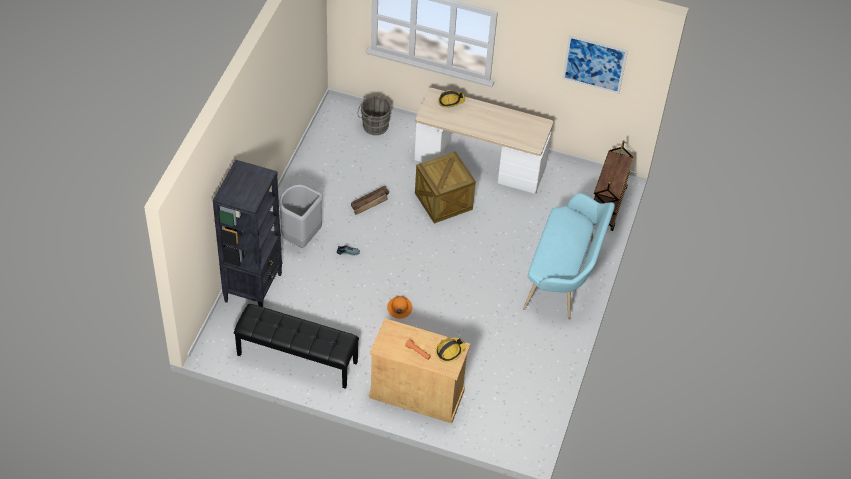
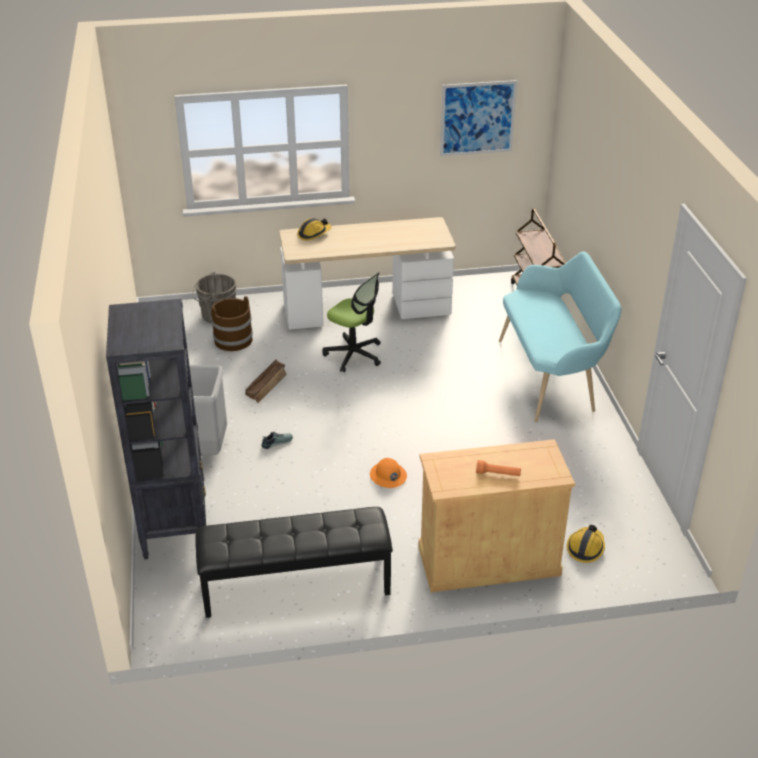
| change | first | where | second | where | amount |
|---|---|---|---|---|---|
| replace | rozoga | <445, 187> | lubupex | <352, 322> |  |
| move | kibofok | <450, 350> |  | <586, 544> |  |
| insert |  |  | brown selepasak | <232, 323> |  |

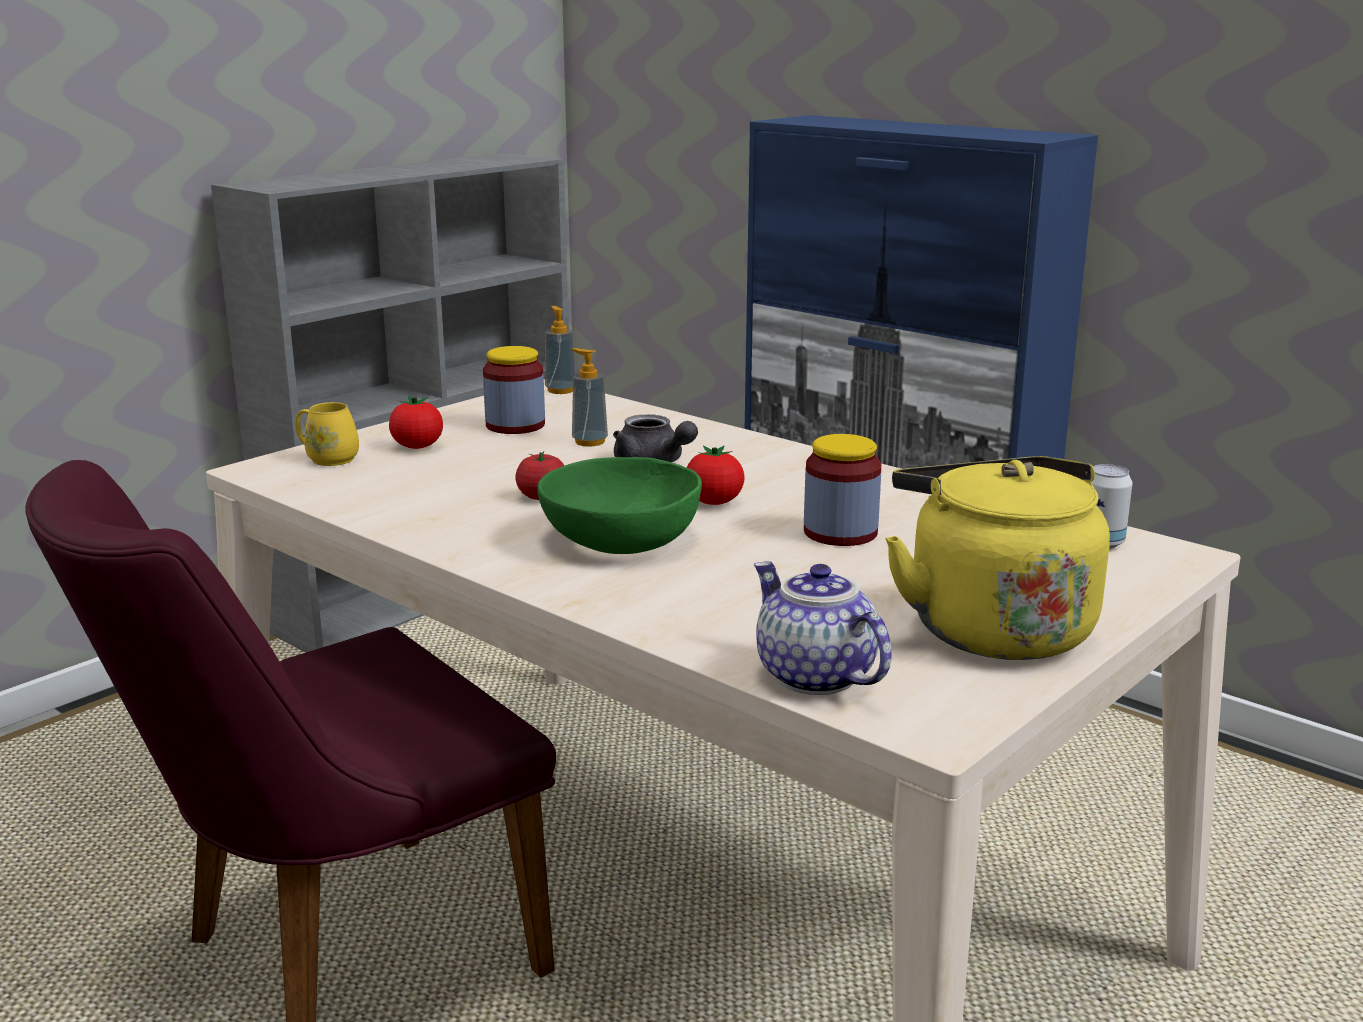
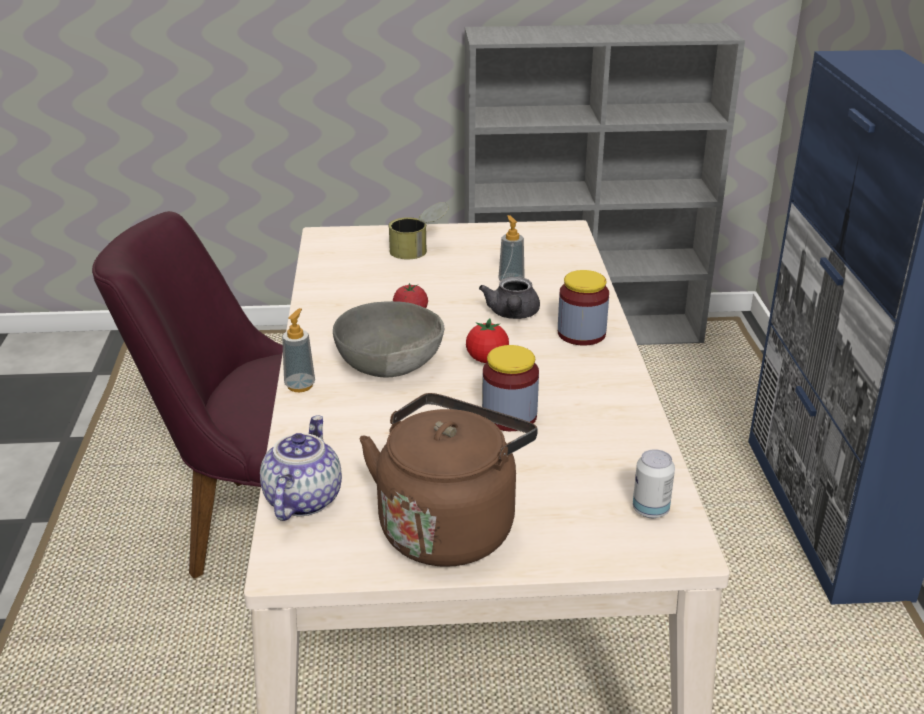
| change | first | where | second | where | amount |
|---|---|---|---|---|---|
| move | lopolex | <560, 350> |  | <298, 350> |  |
| move | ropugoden | <514, 390> |  | <583, 308> |  |
| replace | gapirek | <416, 422> | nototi | <418, 230> |  |
| delete | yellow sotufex | <327, 434> |  |  |  |
| recolor | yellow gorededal | <997, 558> | brown gorededal | <448, 480> |  |
| recolor | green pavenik | <619, 505> | grey pavenik | <388, 339> |  |

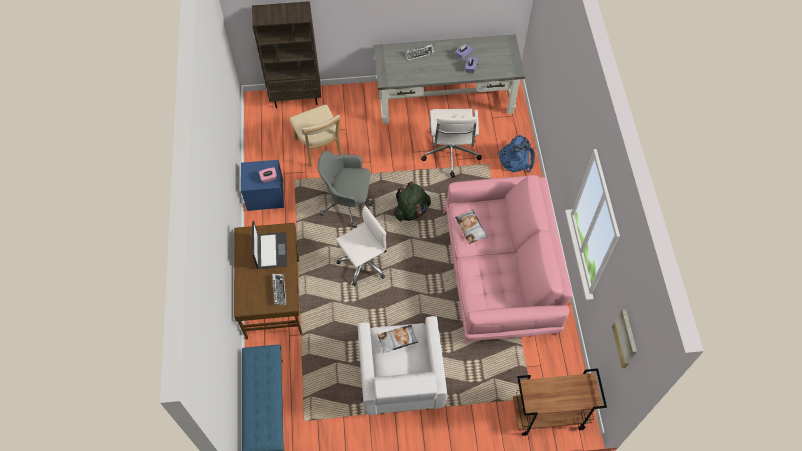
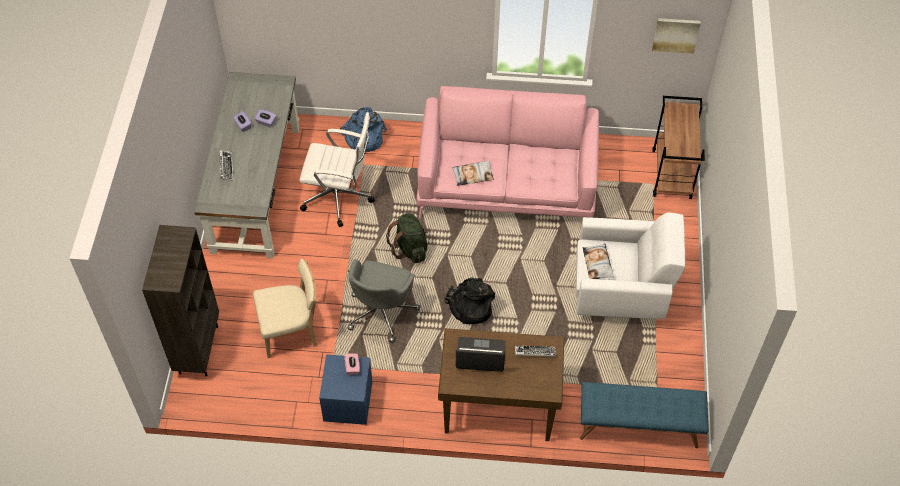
| change | first | where | second | where | amount |
|---|---|---|---|---|---|
| replace | white lubupex | <361, 246> | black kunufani | <469, 301> |  |

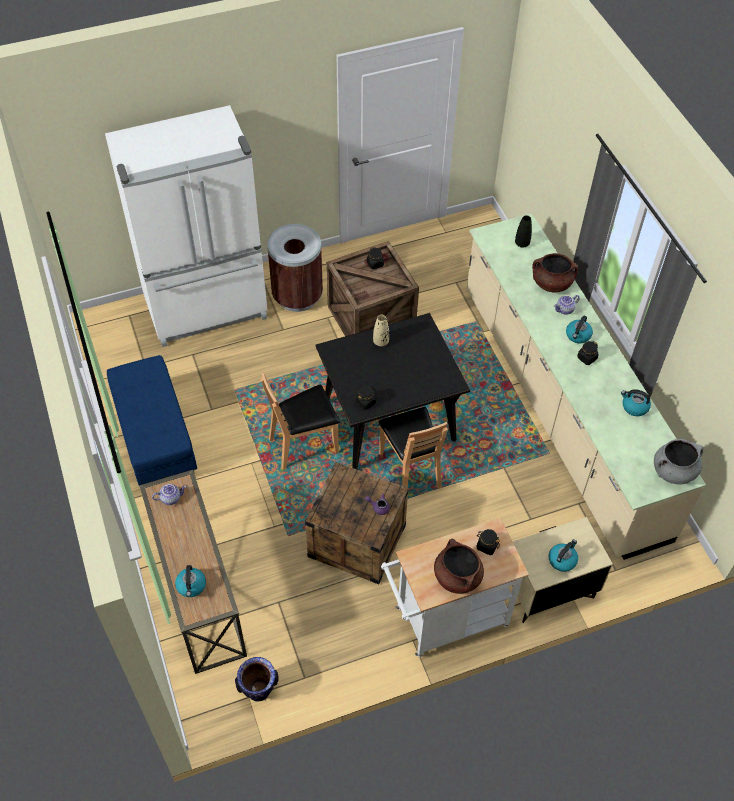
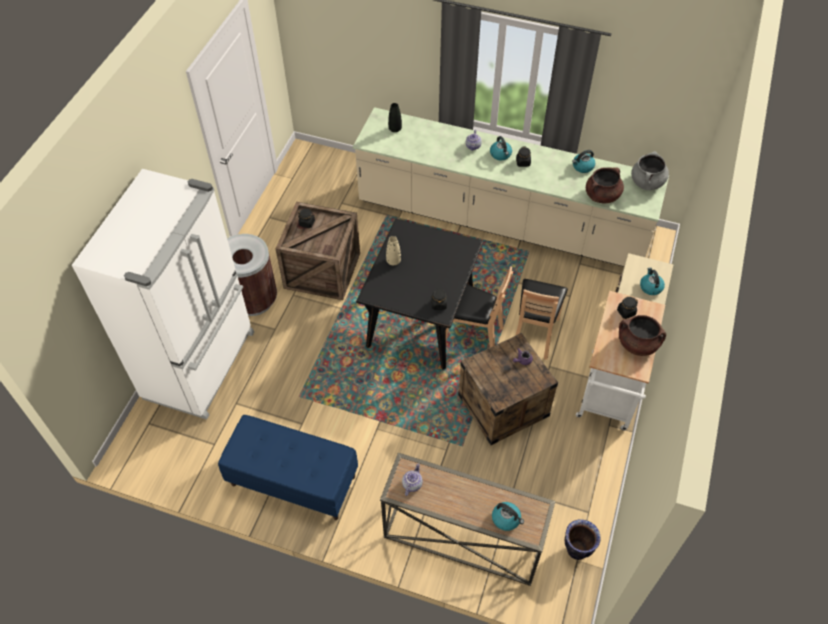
| change | first | where | second | where | amount |
|---|---|---|---|---|---|
| move | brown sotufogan | <555, 273> |  | <605, 185> |  |
| move | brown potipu | <300, 421> |  | <541, 319> |  |

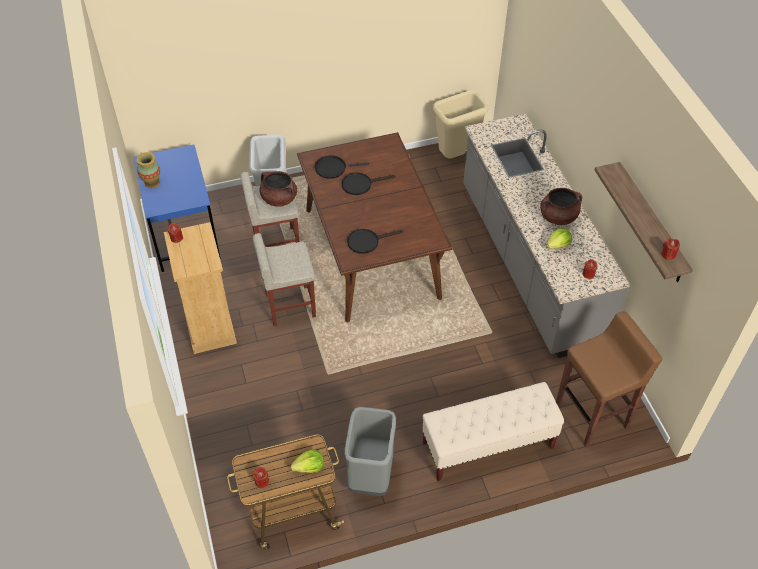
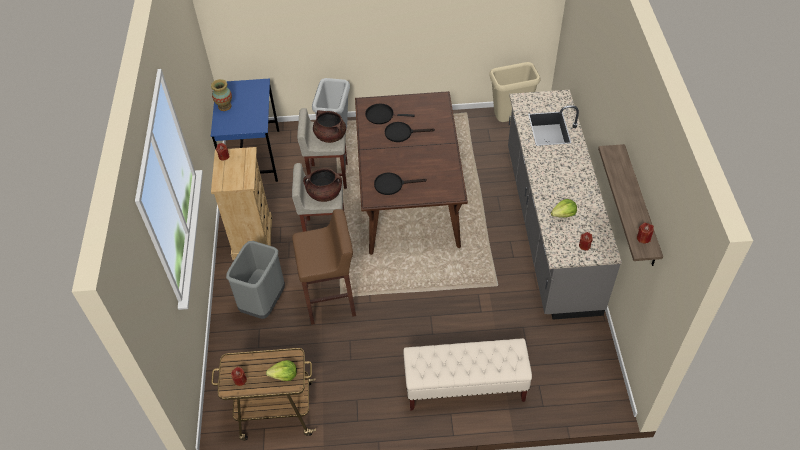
| change | first | where | second | where | amount |
|---|---|---|---|---|---|
| move | brown sotufogan | <561, 206> |  | <322, 185> |  |
| move | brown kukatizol | <609, 379> |  | <324, 267> |  |
| move | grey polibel | <370, 451> |  | <255, 280> |  |

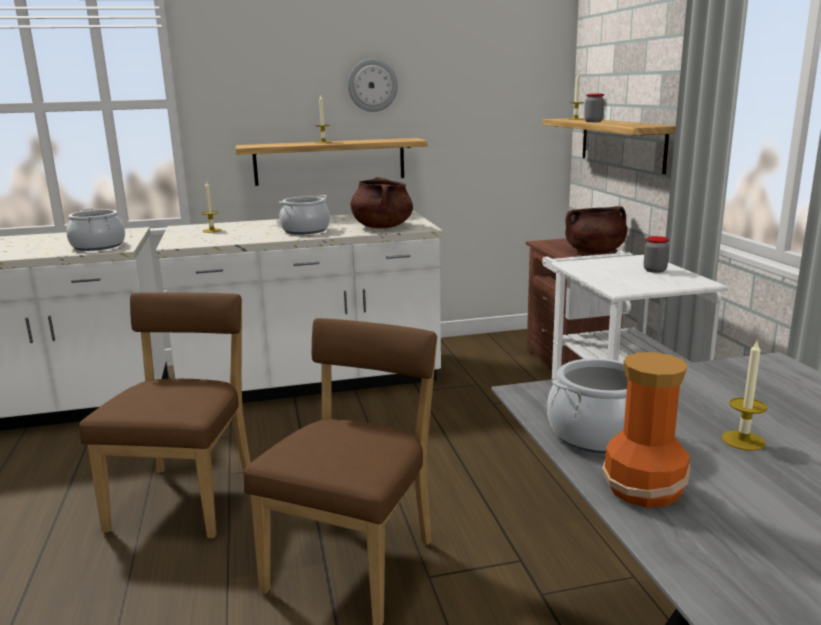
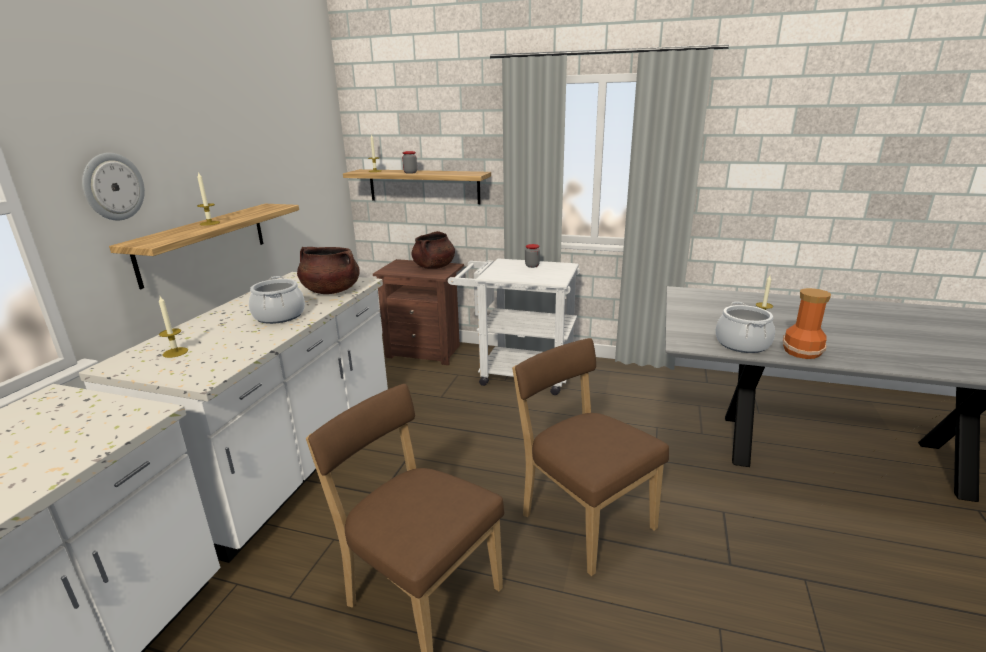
| change | first | where | second | where | amount |
|---|---|---|---|---|---|
| move | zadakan | <373, 85> |  | <113, 186> |  |
| delete | sotufogan | <95, 229> |  |  |  |

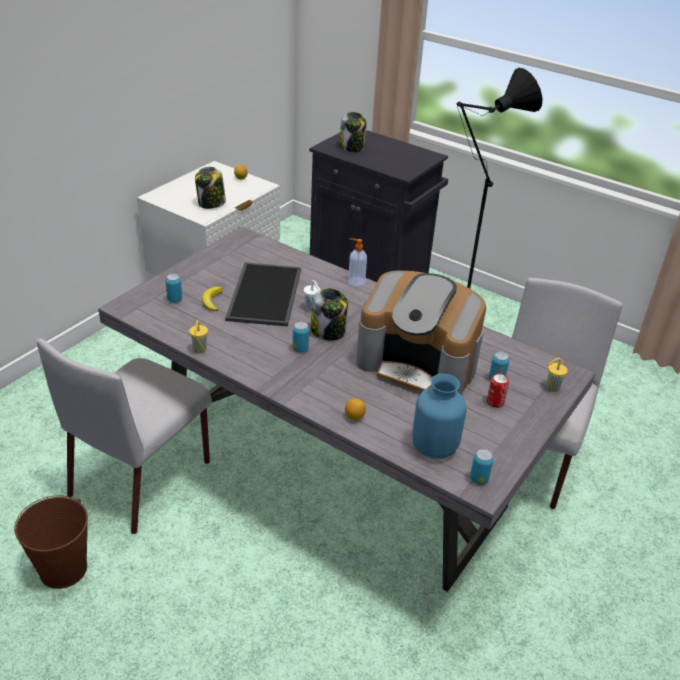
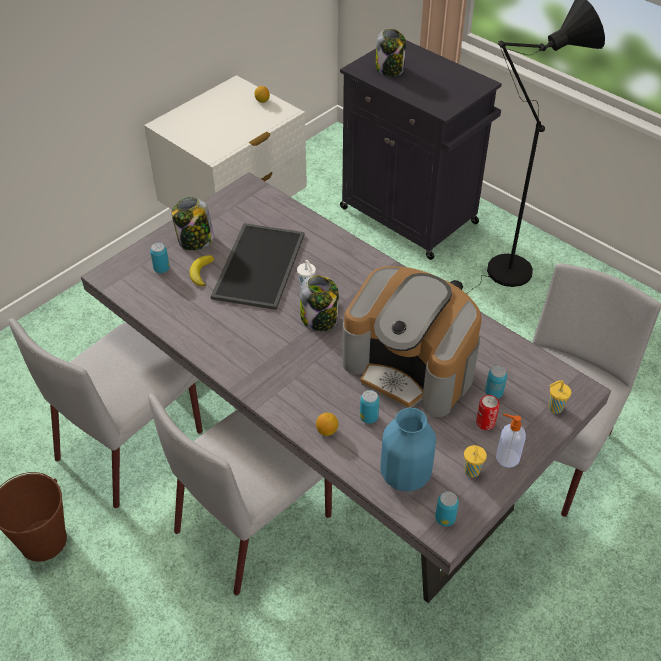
| change | first | where | second | where | amount |
|---|---|---|---|---|---|
| move | ropugoden | <210, 188> |  | <193, 224> |  |
| move | lopolex | <357, 262> |  | <511, 441> |  |
| move | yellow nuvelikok | <198, 336> |  | <475, 461> |  |
| move | nototi | <301, 337> |  | <369, 407> |  |
| insert |  |  | grey potipu | <240, 494> |  |

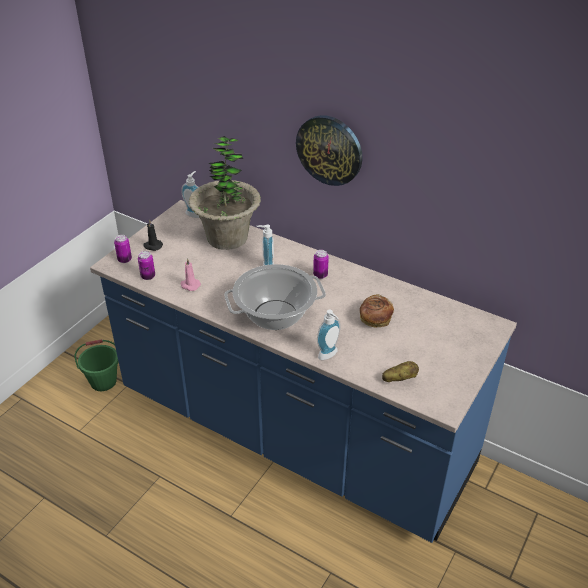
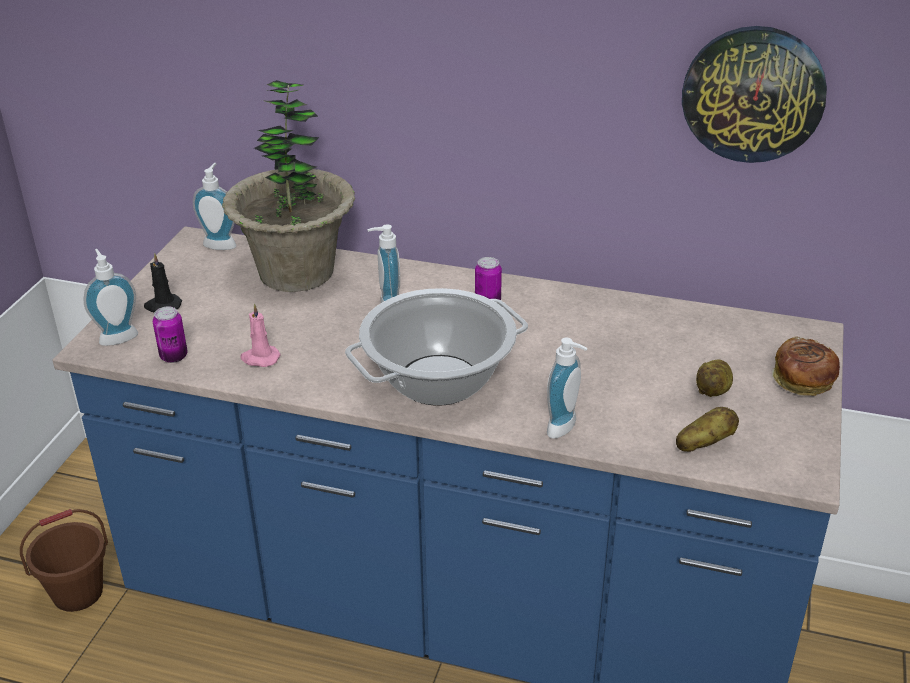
| change | first | where | second | where | amount |
|---|---|---|---|---|---|
| move | zadakan | <329, 150> |  | <754, 94> |  |
| replace | nototi | <123, 249> | lopolex | <111, 297> |  |
| move | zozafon | <377, 311> |  | <806, 366> |  |
| recolor | green selepasak | <96, 365> | brown selepasak | <64, 560> |  |
| insert |  |  | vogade | <714, 378> |  |

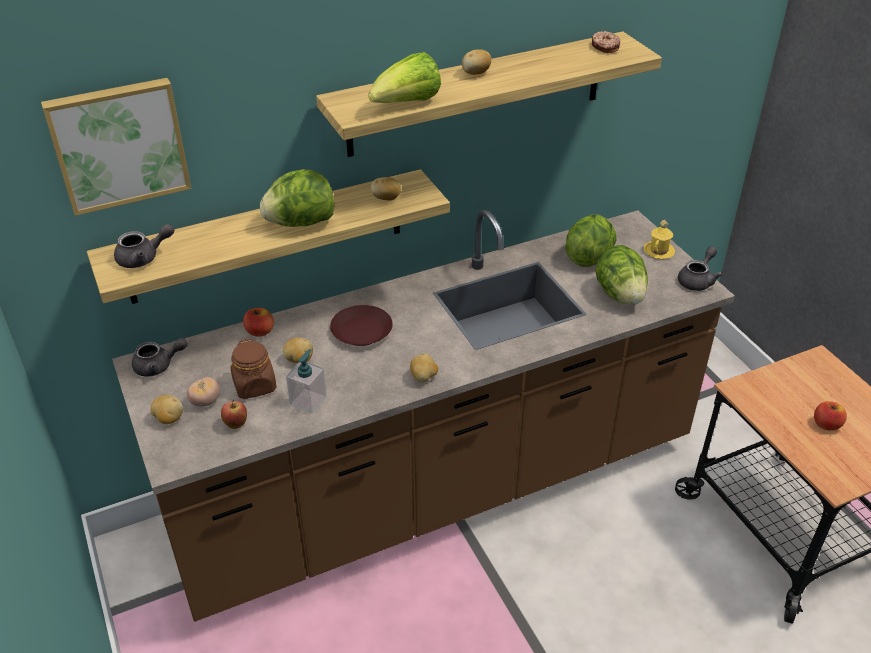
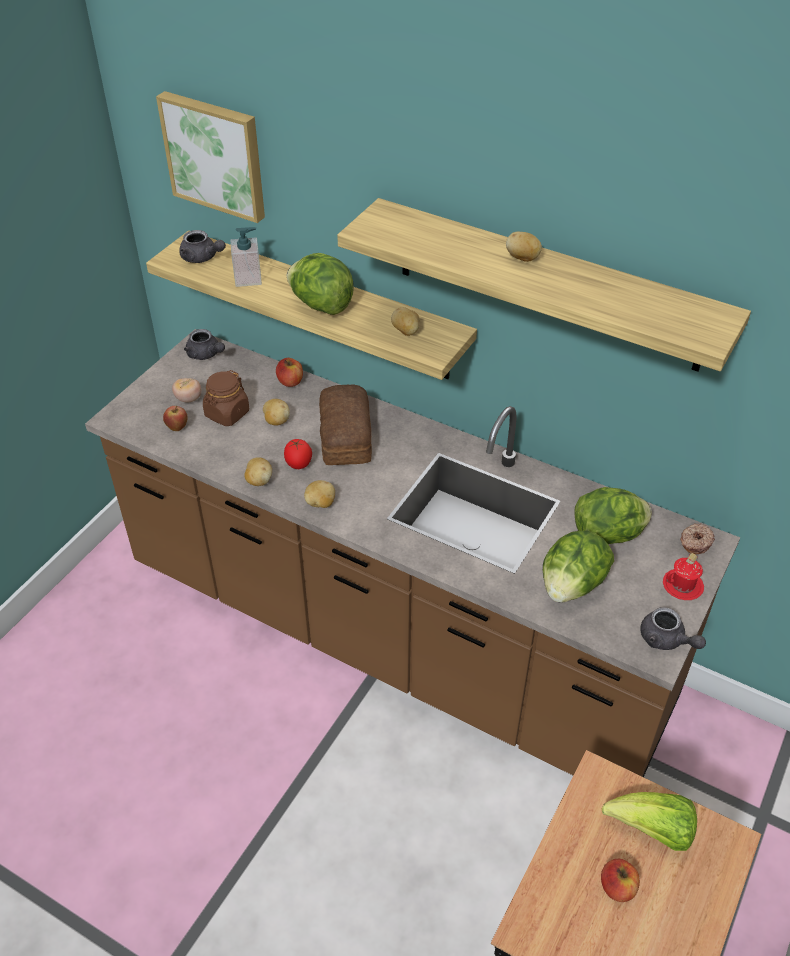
| change | first | where | second | where | amount |
|---|---|---|---|---|---|
| move | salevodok | <606, 42> |  | <697, 538> |  |
| move | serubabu | <404, 77> |  | <649, 821> |  |
| recolor | yellow sotufex | <659, 239> | red sotufex | <683, 576> |  |
| rotate | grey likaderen | <700, 268> |  | <673, 628> | 45 degrees clockwise |
| replace | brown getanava | <361, 325> | zozafon | <345, 425> |  |
| move | lopolex | <306, 381> |  | <246, 257> |  |
| move | vogade | <166, 409> |  | <258, 471> |  |
| insert |  |  | gapirek | <298, 454> |  |

